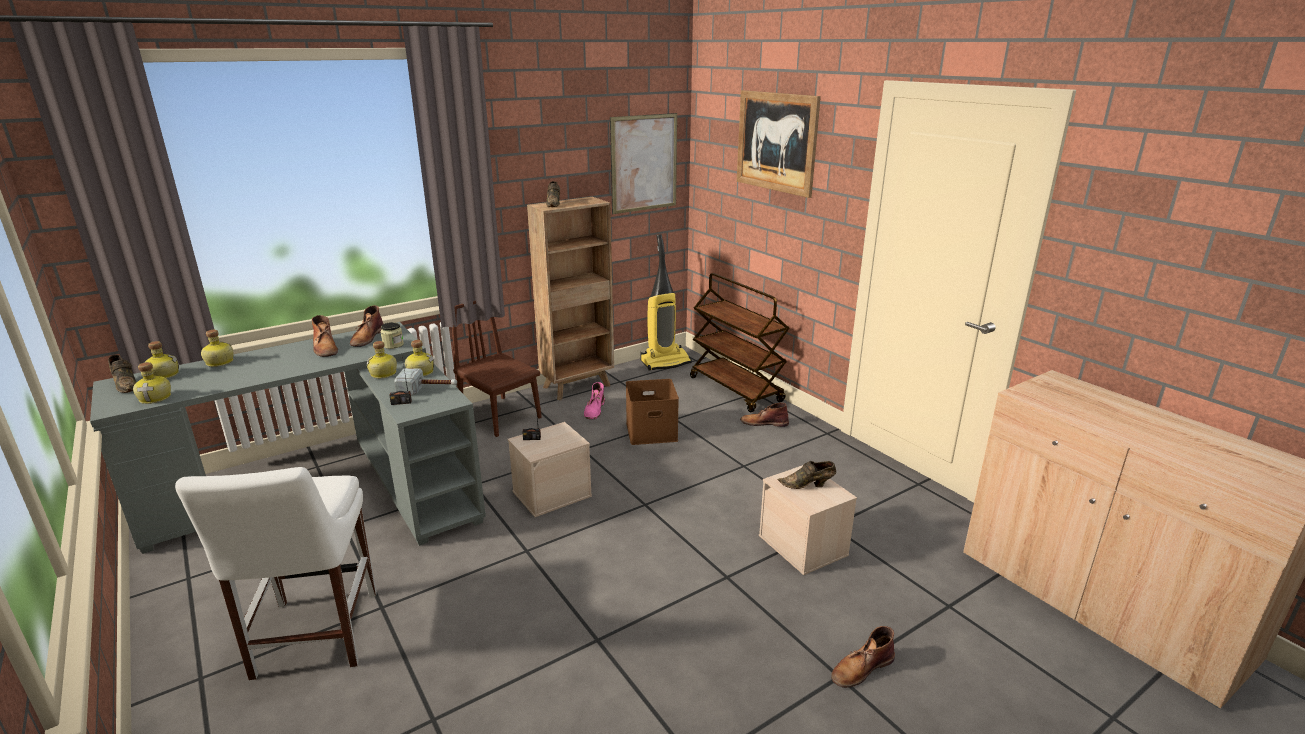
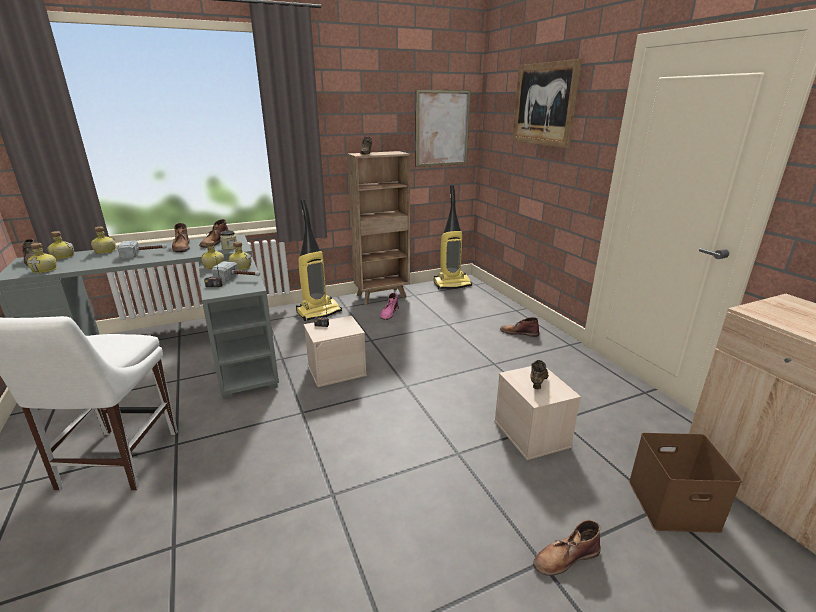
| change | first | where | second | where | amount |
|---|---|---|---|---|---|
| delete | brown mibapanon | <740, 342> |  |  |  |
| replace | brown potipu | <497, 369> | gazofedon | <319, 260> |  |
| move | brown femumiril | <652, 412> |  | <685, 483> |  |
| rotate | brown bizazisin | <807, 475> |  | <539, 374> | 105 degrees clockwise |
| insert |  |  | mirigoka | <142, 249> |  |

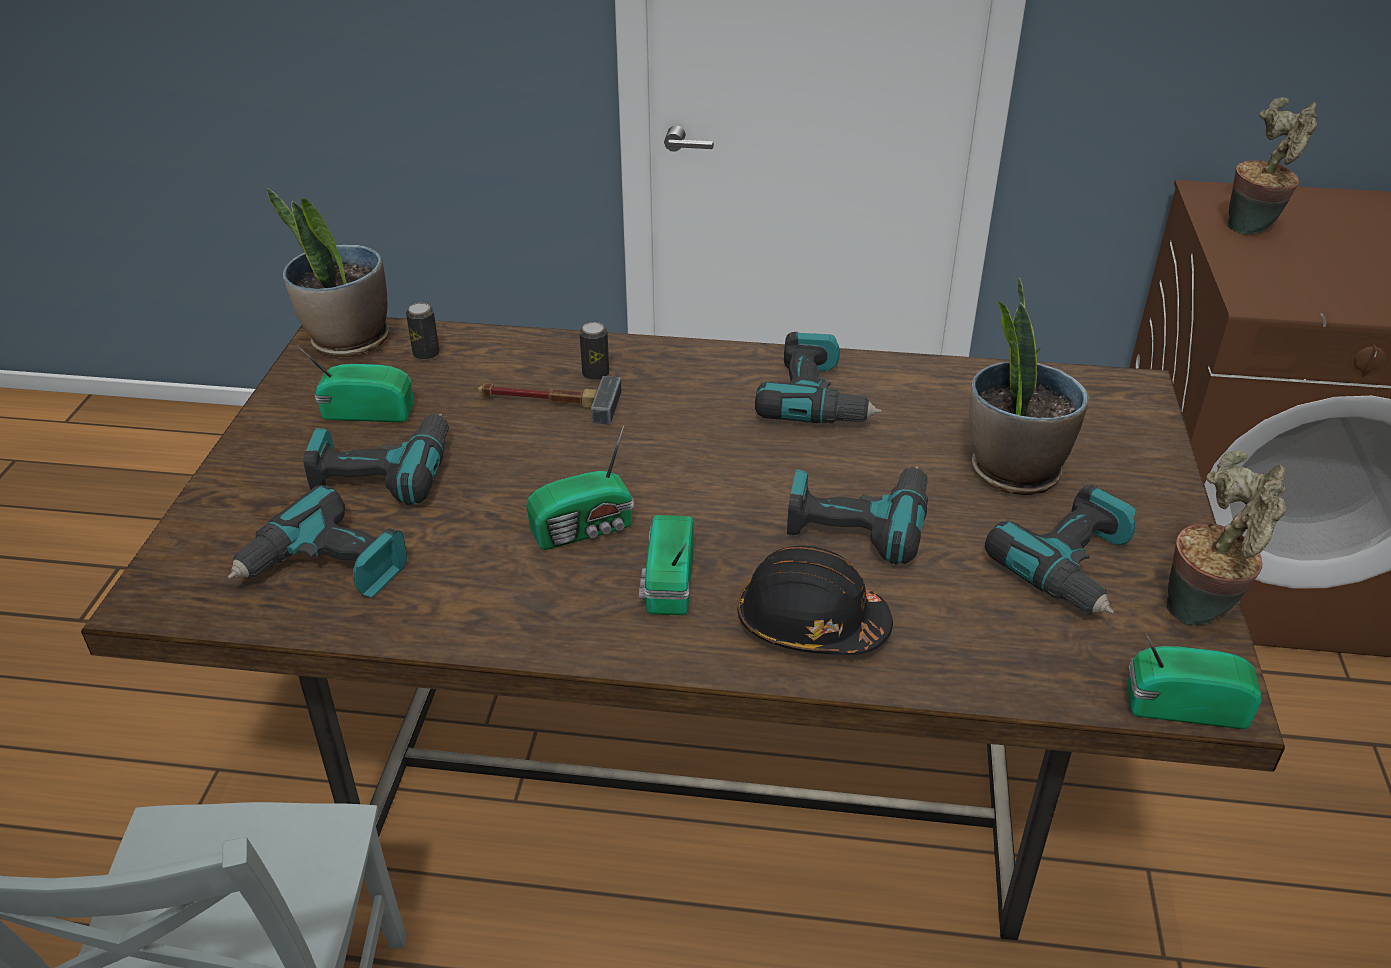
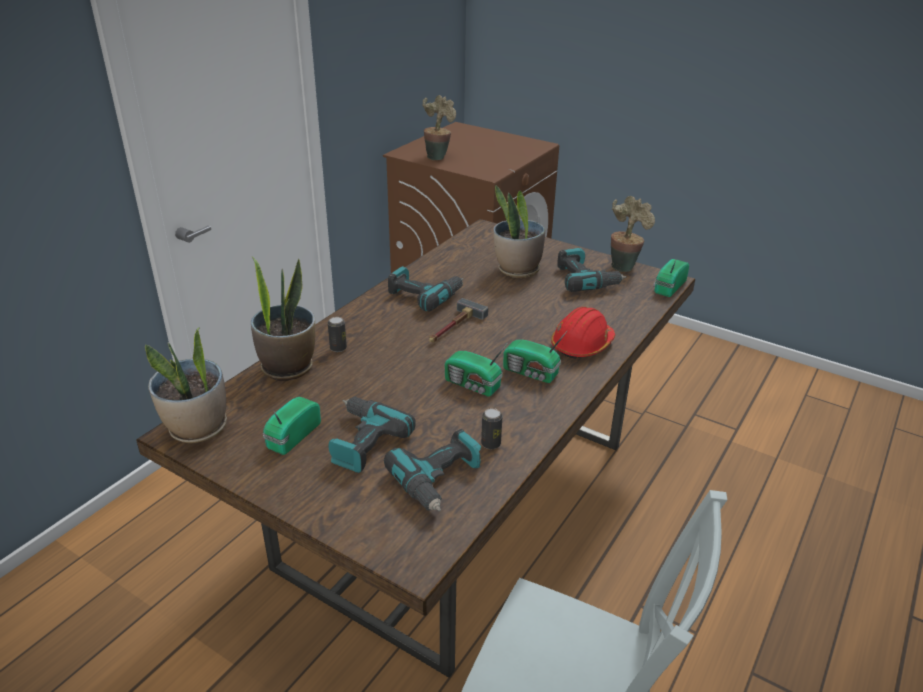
| change | first | where | second | where | amount |
|---|---|---|---|---|---|
| move | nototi | <423, 331> |  | <492, 428> |  |
| move | mirigoka | <550, 400> |  | <458, 320> |  |
| rotate | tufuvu | <580, 487> |  | <476, 370> | 120 degrees clockwise |
| delete | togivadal | <857, 515> |  |  |  |
| recolor | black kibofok | <815, 600> | red kibofok | <583, 333> |  |
| insert |  |  | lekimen | <283, 319> |  |

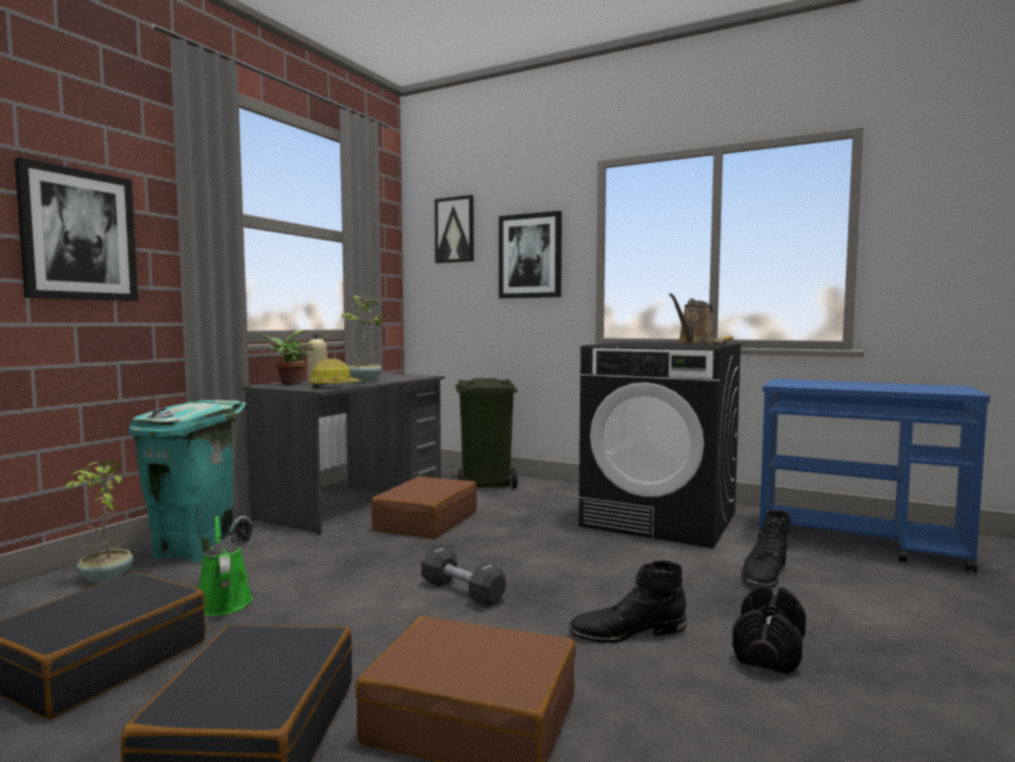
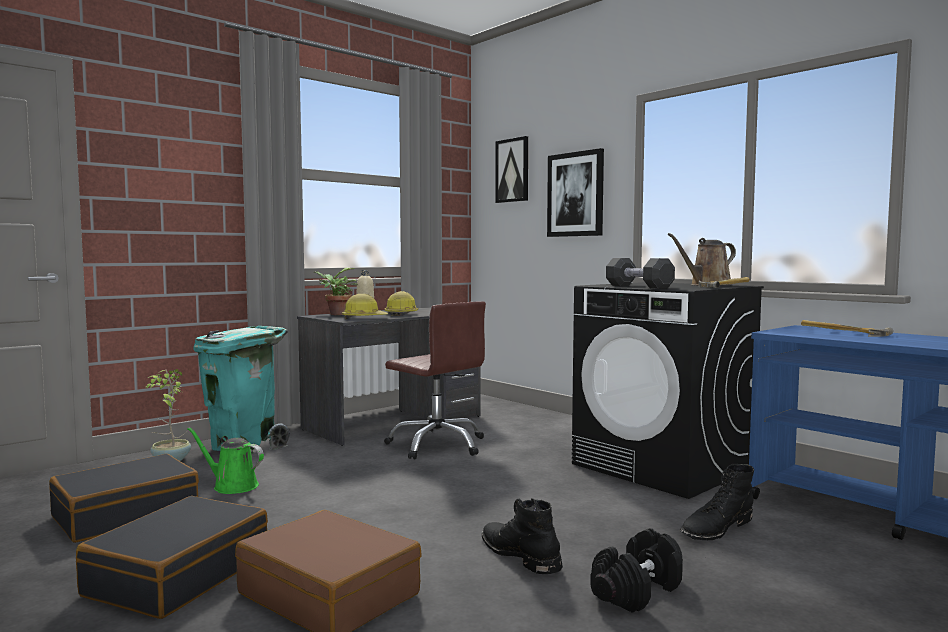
| change | first | where | second | where | amount |
|---|---|---|---|---|---|
| delete | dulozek | <76, 229> |  |  |  |
| replace | lekimen | <363, 338> | kibofok | <402, 303> |  |
| delete | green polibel | <486, 433> |  |  |  |
| replace | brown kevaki | <424, 507> | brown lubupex | <435, 380> |  |
| rotate | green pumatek | <225, 566> |  | <225, 460> | 60 degrees counterclockwise |
| move | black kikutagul | <463, 576> |  | <640, 273> |  |
| rotate | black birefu | <627, 601> |  | <522, 536> | 45 degrees clockwise |
| insert |  |  | mirigoka | <847, 328> |  |

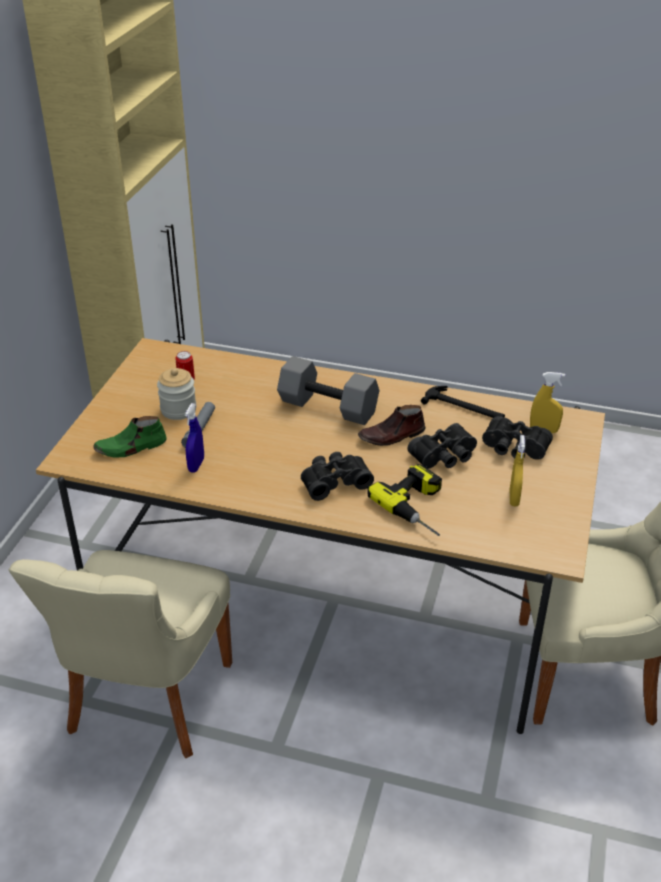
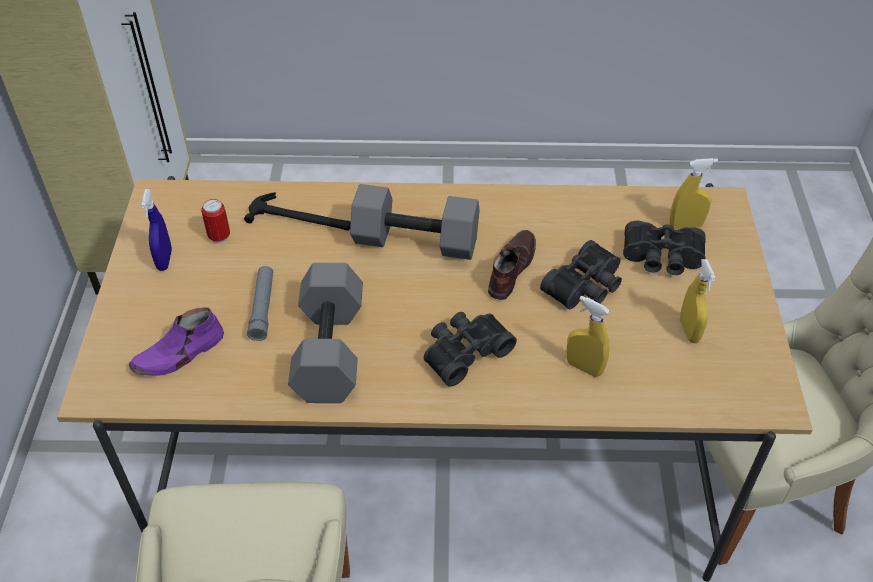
| change | first | where | second | where | amount |
|---|---|---|---|---|---|
| delete | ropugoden | <177, 394> |  |  |  |
| move | mirigoka | <463, 402> |  | <297, 211> |  |
| move | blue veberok | <194, 438> |  | <156, 230> |  |
| rotate | brown bizazisin | <391, 425> |  | <512, 265> | 150 degrees clockwise |
| recolor | green bizazisin | <130, 437> | purple bizazisin | <176, 341> |  |
| replace | togivadal | <404, 500> | yellow veberok | <588, 336> |  |
| insert |  |  | grey kikutagul | <325, 333> |  |

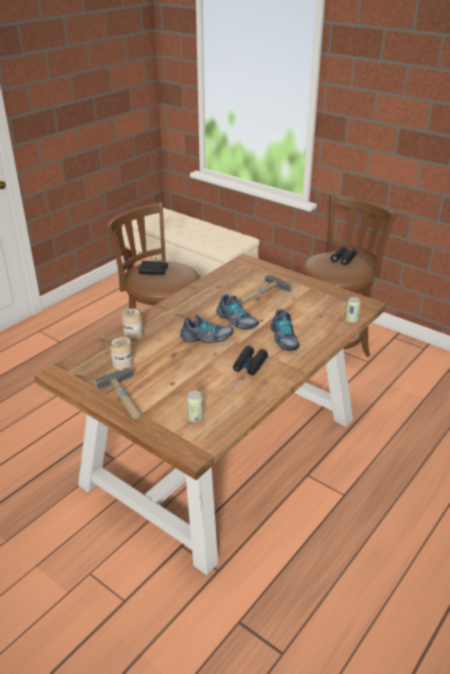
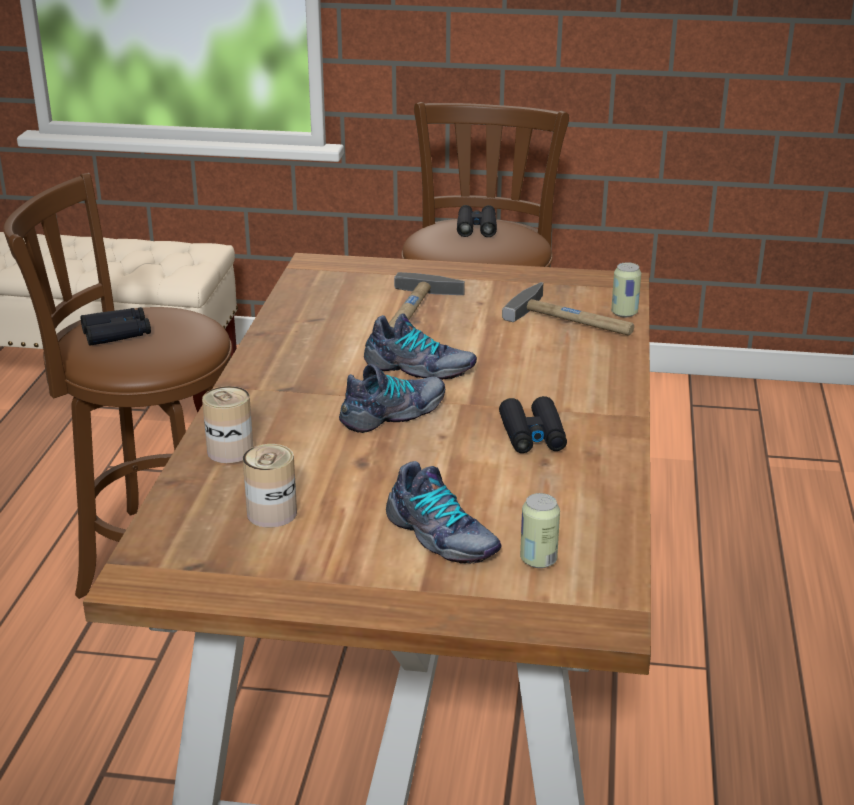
| change | first | where | second | where | amount |
|---|---|---|---|---|---|
| move | bizazisin | <285, 330> |  | <444, 512> |  |
| move | mirigoka | <117, 394> |  | <568, 309> |  |

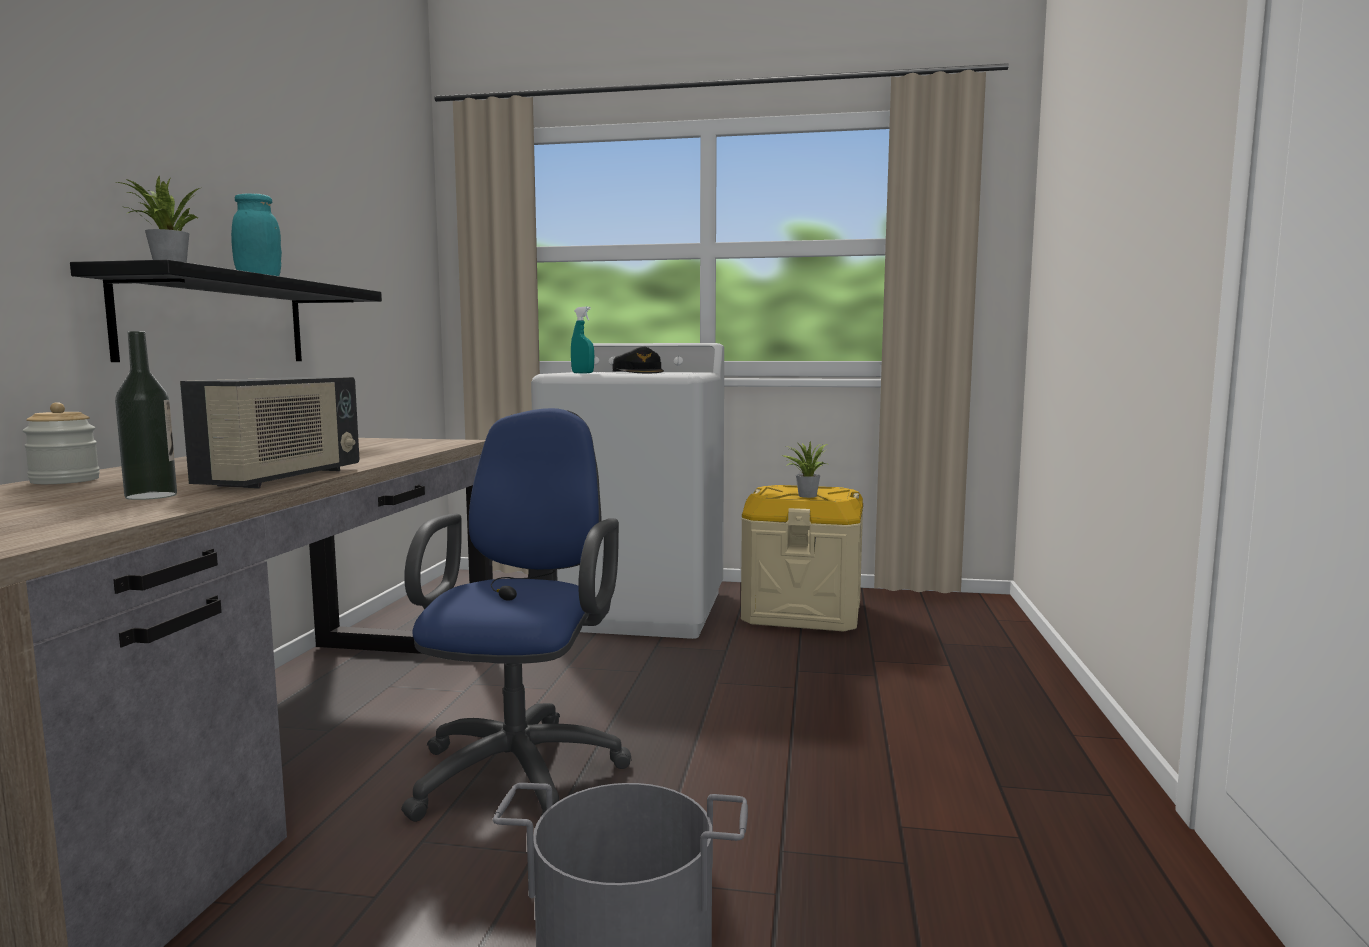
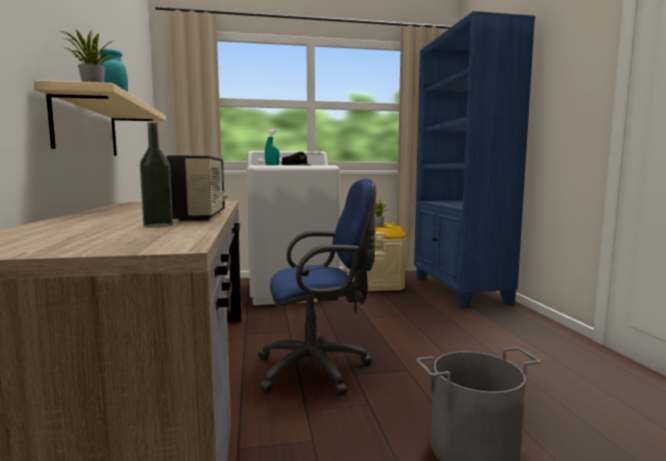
| change | first | where | second | where | amount |
|---|---|---|---|---|---|
| recolor | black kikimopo | <226, 311> | beige kikimopo | <100, 118> |  |
| delete | ropugoden | <61, 443> |  |  |  |
| rotate | blue lubupex | <516, 615> |  | <317, 287> | 90 degrees clockwise |
| insert |  |  | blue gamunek | <474, 159> |  |

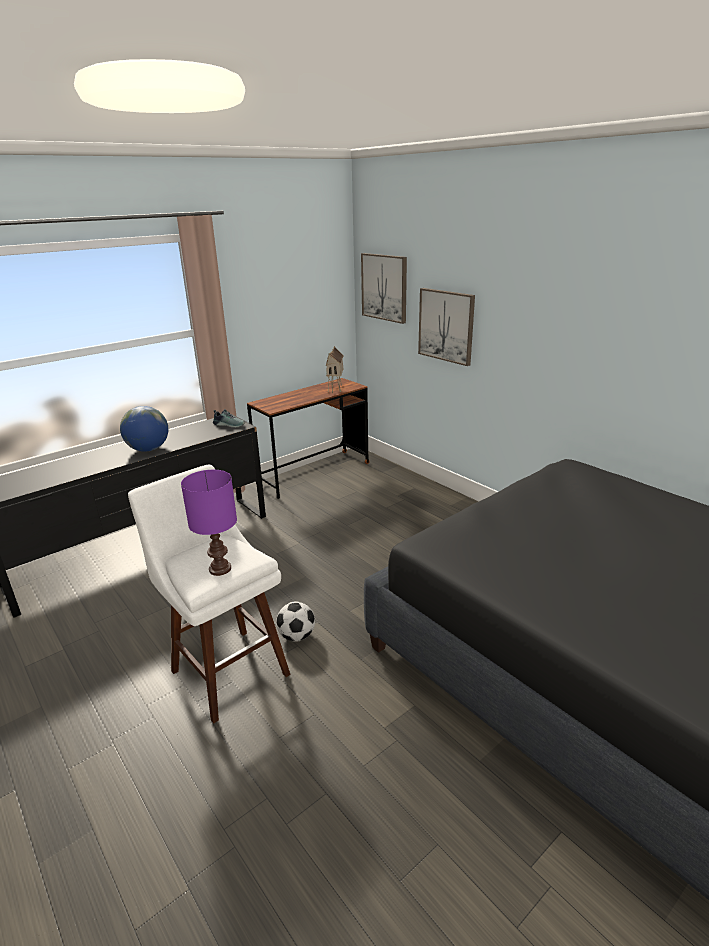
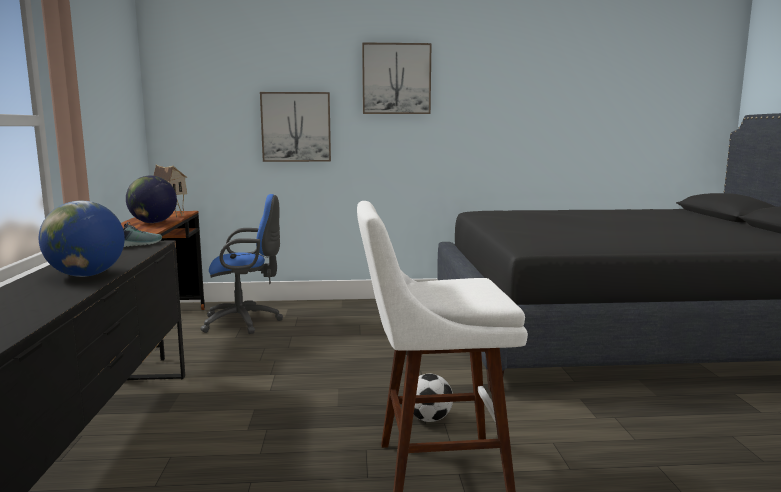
| change | first | where | second | where | amount |
|---|---|---|---|---|---|
| move | dulozek | <384, 288> |  | <397, 78> |  |
| delete | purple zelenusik | <209, 523> |  |  |  |
| insert |  |  | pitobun | <151, 199> |  |
| insert |  |  | blue lubupex | <241, 264> |  |

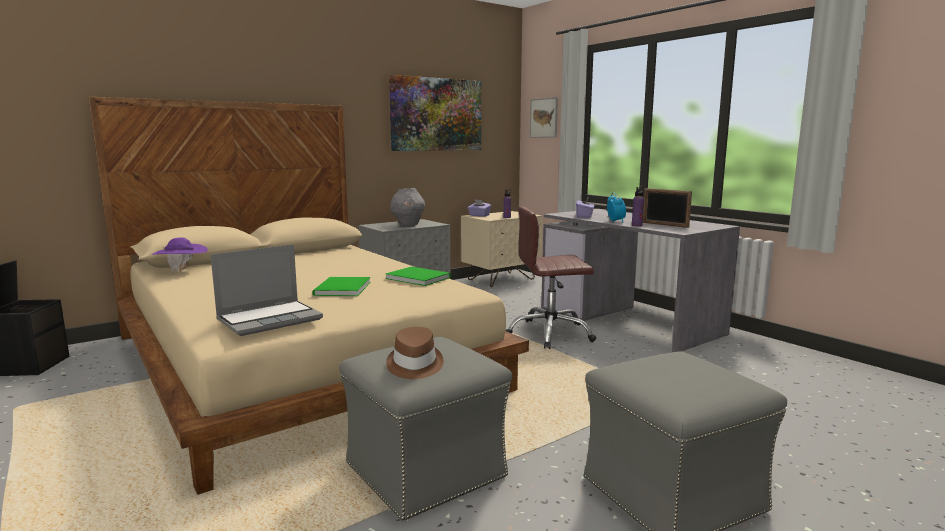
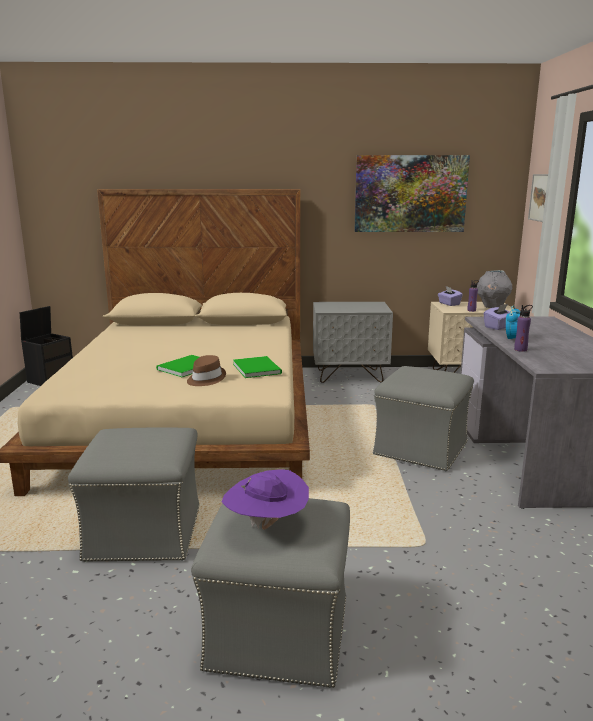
| change | first | where | second | where | amount |
|---|---|---|---|---|---|
| move | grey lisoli | <407, 207> |  | <494, 289> |  |
| delete | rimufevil | <667, 208> |  |  |  |
| replace | brown lubupex | <551, 277> | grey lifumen | <423, 418> |  |
| move | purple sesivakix | <180, 255> |  | <265, 499> |  |
| delete | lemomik | <266, 290> |  |  |  |
| move | brown sesivakix | <414, 353> |  | <206, 370> |  |

